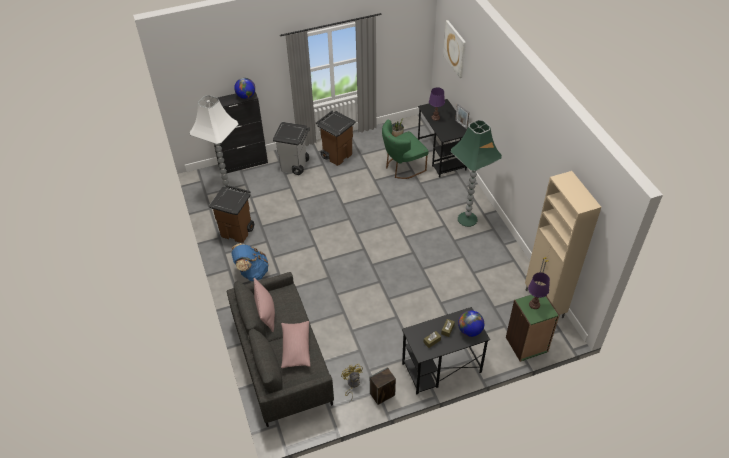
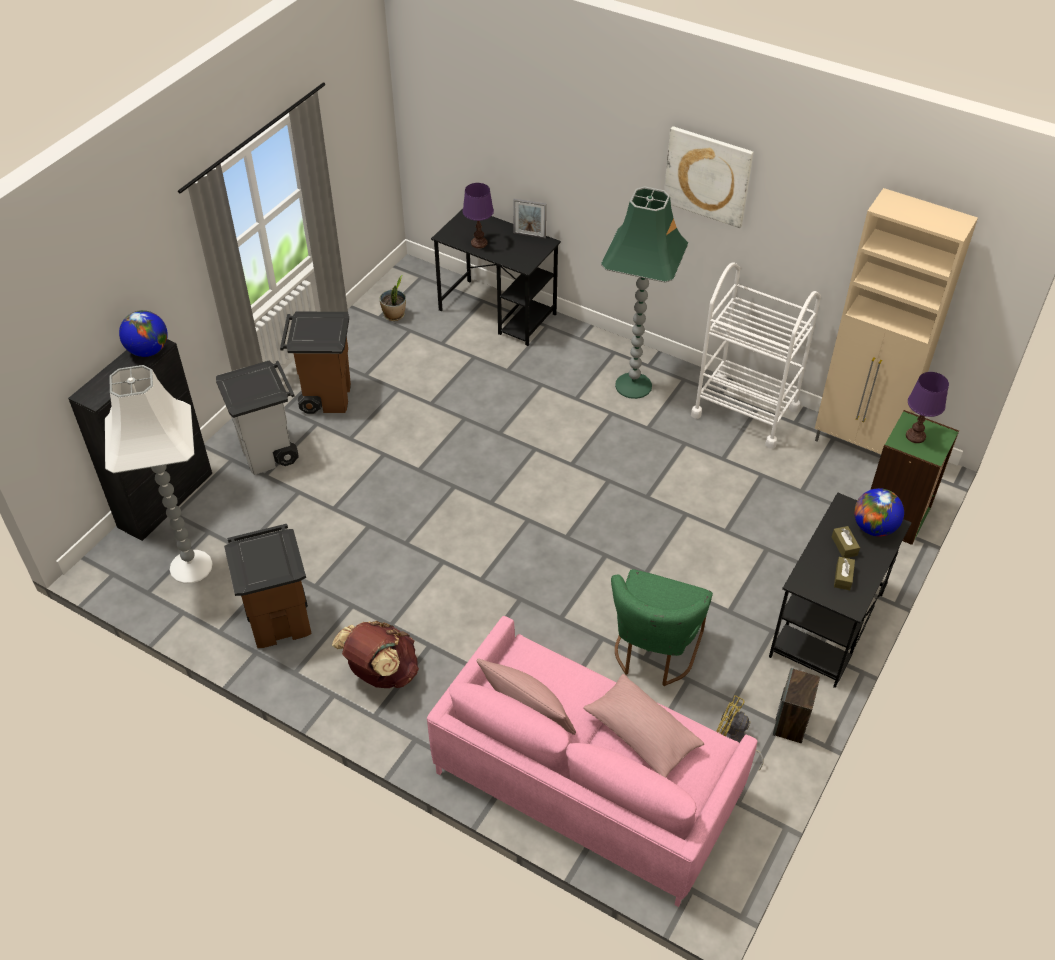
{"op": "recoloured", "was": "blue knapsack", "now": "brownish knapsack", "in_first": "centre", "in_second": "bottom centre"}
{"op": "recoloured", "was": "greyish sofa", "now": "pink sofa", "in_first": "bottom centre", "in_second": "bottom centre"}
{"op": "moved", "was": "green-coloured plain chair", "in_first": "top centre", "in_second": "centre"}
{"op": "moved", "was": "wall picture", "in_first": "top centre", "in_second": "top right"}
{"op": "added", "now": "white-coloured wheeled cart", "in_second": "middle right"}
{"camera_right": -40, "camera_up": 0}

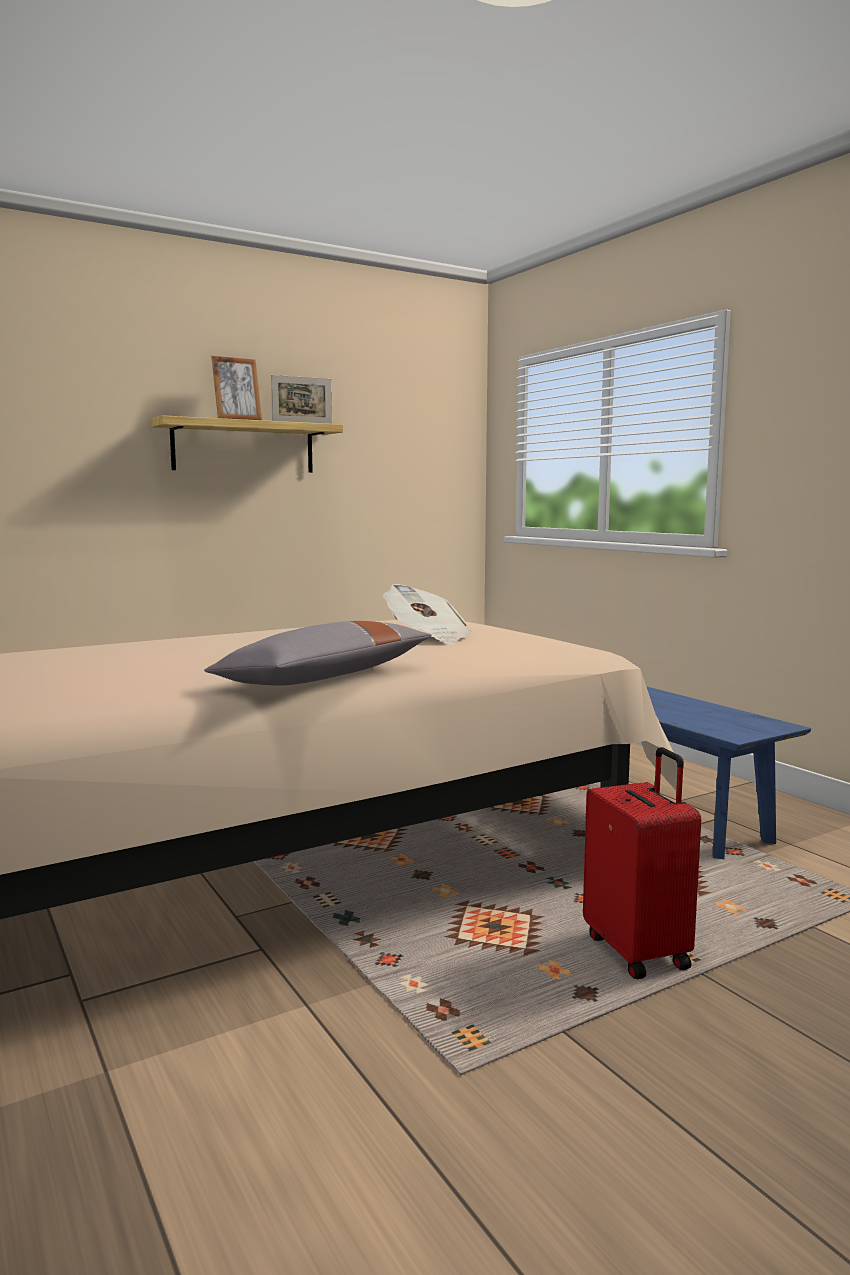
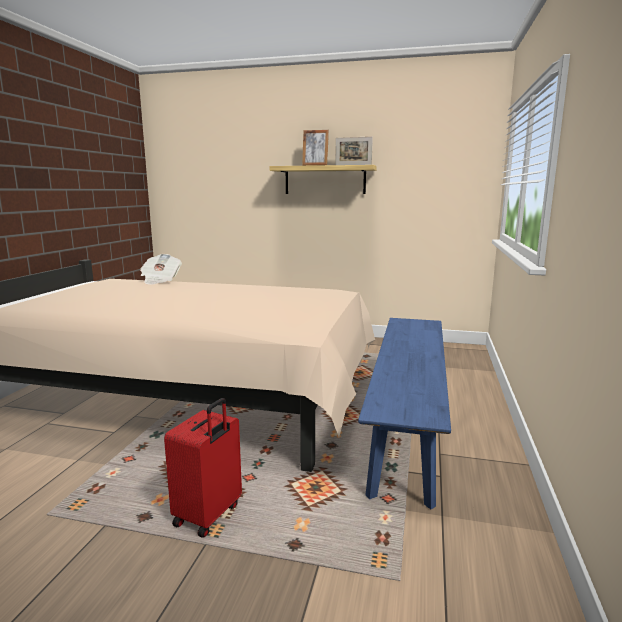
{"op": "moved", "was": "daily paper", "in_first": "centre", "in_second": "middle left"}
{"op": "removed", "was": "greyish pillow", "in_first": "centre"}
{"camera_right": 45, "camera_up": 5}

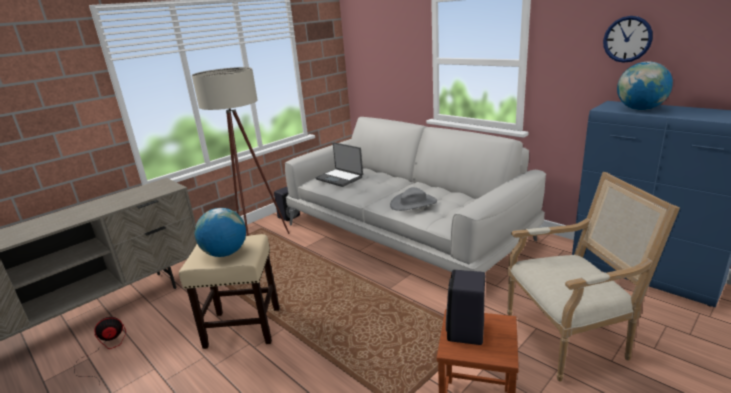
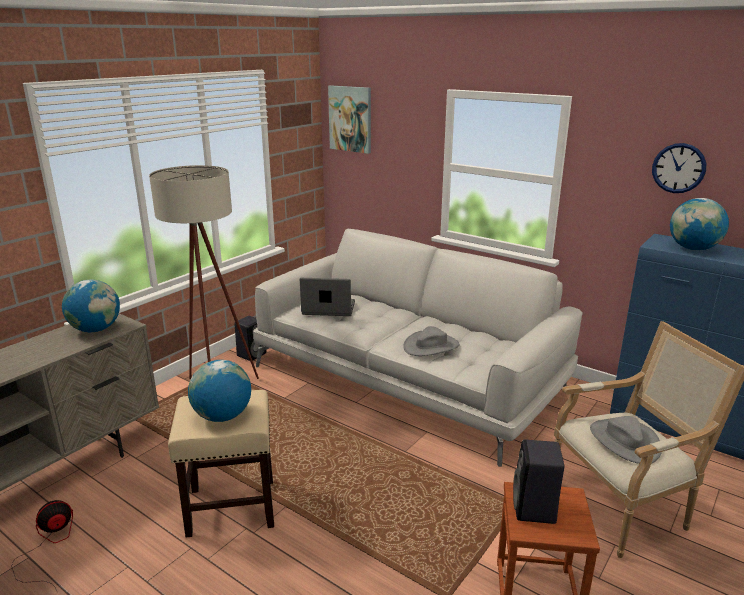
{"op": "added", "now": "desk globe (1st from left)", "in_second": "middle left"}
{"op": "turned", "was": "laptop", "in_first": "centre", "in_second": "centre", "clockwise": 150}
{"op": "added", "now": "wall picture", "in_second": "top centre"}
{"op": "added", "now": "greyish clothing hat (2nd from left)", "in_second": "bottom right"}
{"camera_right": -10, "camera_up": 0}

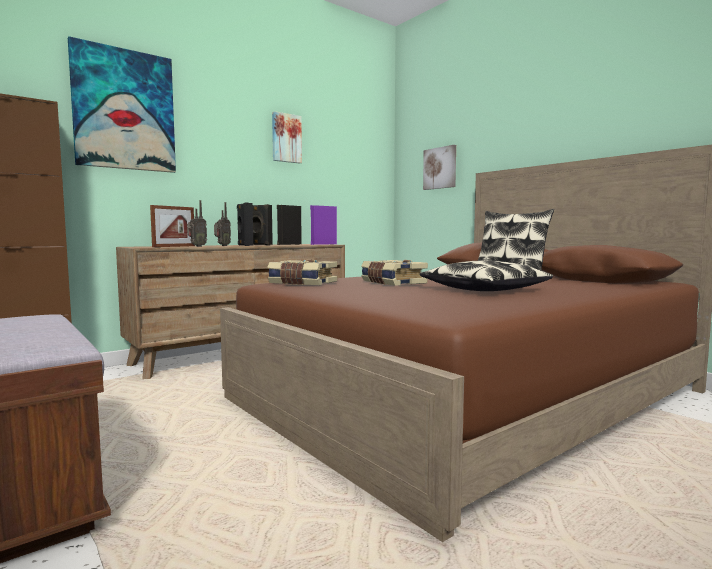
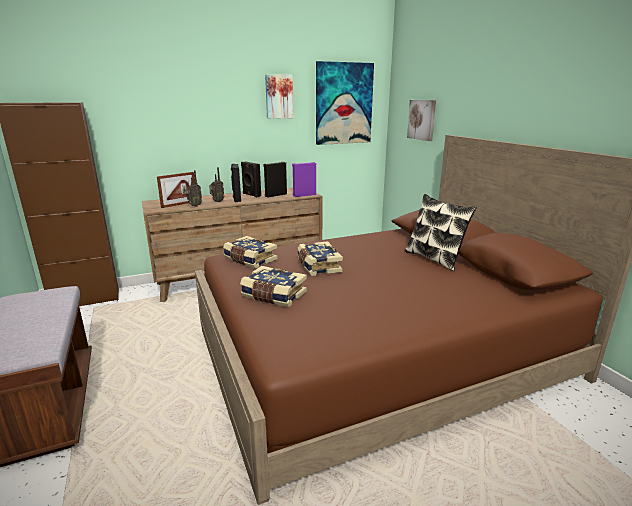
{"op": "added", "now": "bound book (2nd from left)", "in_second": "centre"}
{"op": "moved", "was": "wall picture (1st from left in the first image)", "now": "wall picture (2nd from left)", "in_first": "top left", "in_second": "top centre"}
{"op": "removed", "was": "pillow (1st from left)", "in_first": "middle right"}
{"camera_right": 15, "camera_up": 15}

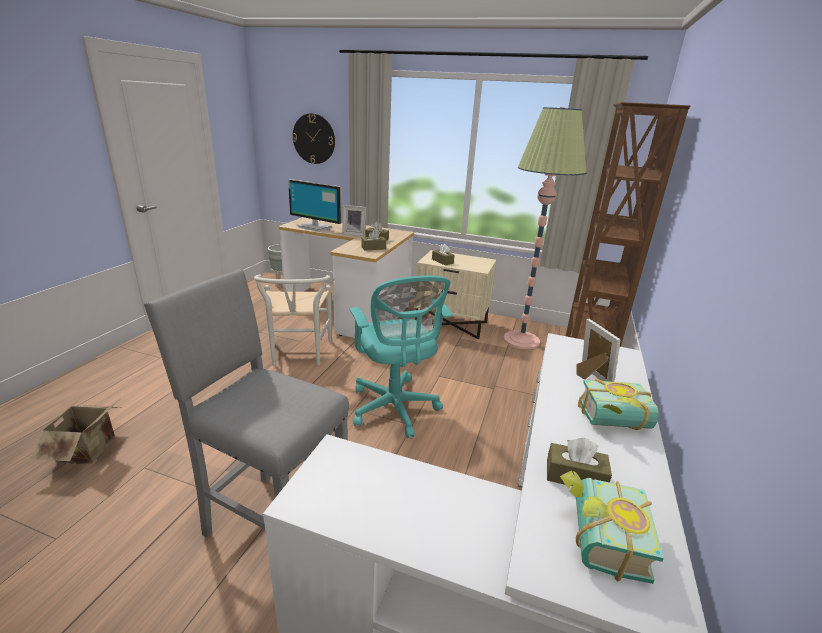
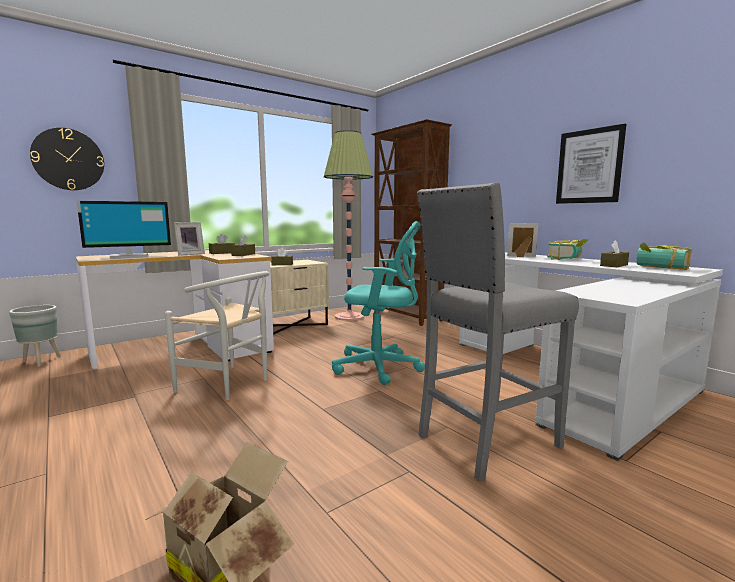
{"op": "added", "now": "wall picture", "in_second": "top right"}
{"camera_right": -55, "camera_up": -15}

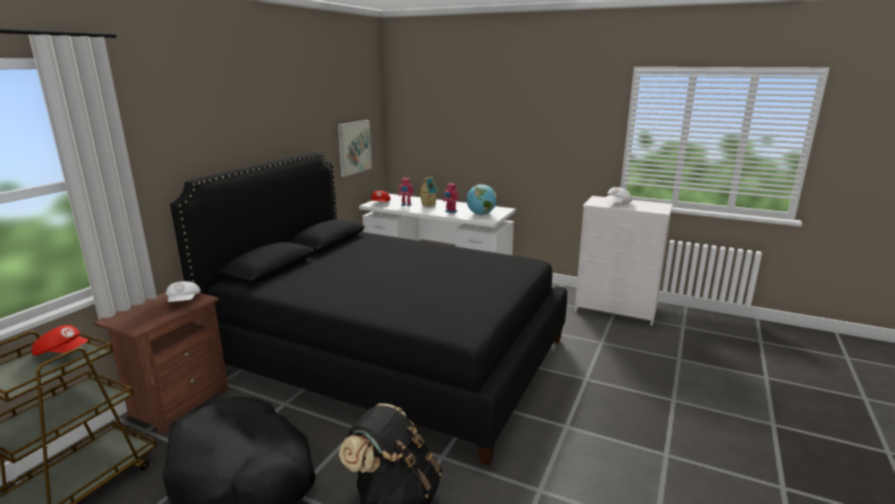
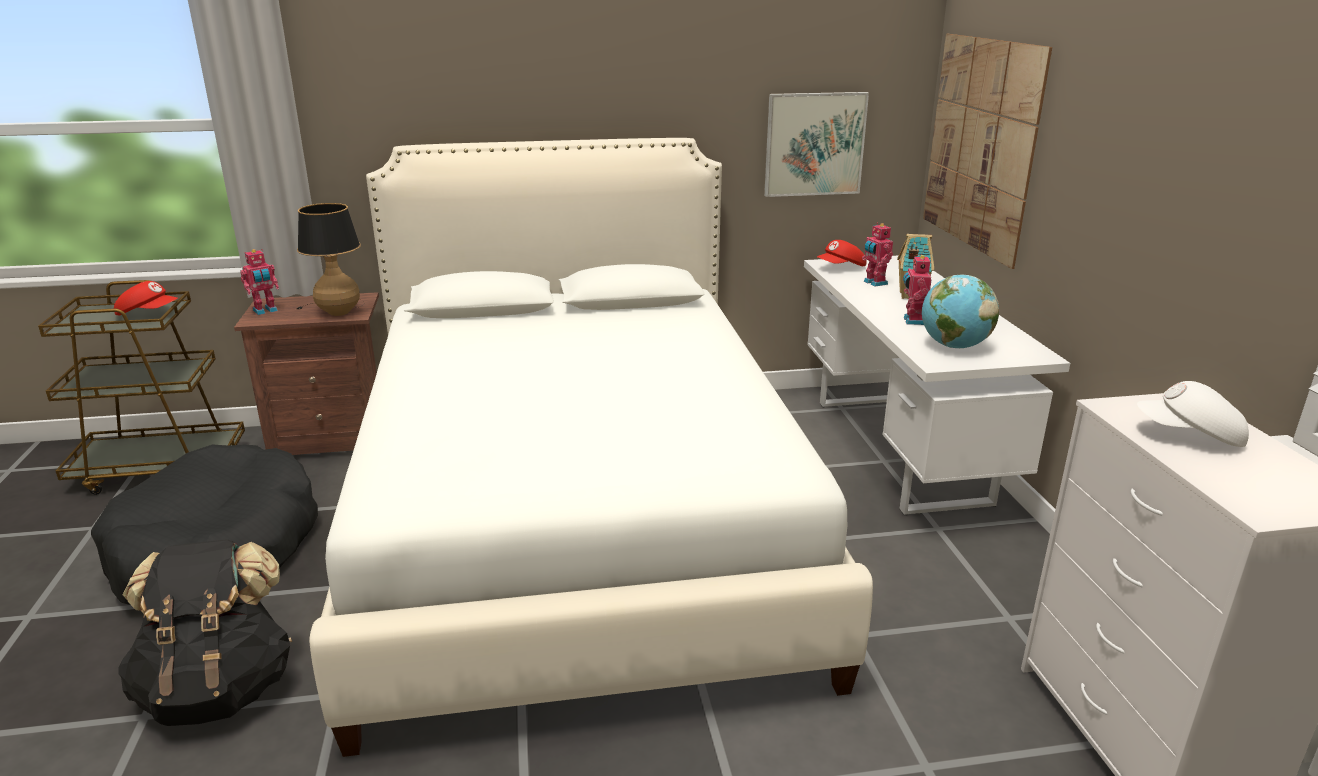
{"op": "turned", "was": "reddish cap (1st from left)", "in_first": "bottom left", "in_second": "middle left", "clockwise": -60}
{"op": "added", "now": "model robot (1st from left)", "in_second": "middle left"}
{"op": "replaced", "was": "white-coloured cap (1st from left)", "now": "tabletop lamp", "in_first": "middle left", "in_second": "middle left"}
{"op": "recoloured", "was": "black sleeping bed", "now": "white-coloured sleeping bed", "in_first": "centre", "in_second": "centre"}
{"op": "added", "now": "wall picture (2nd from left)", "in_second": "top right"}
{"camera_right": 55, "camera_up": 5}

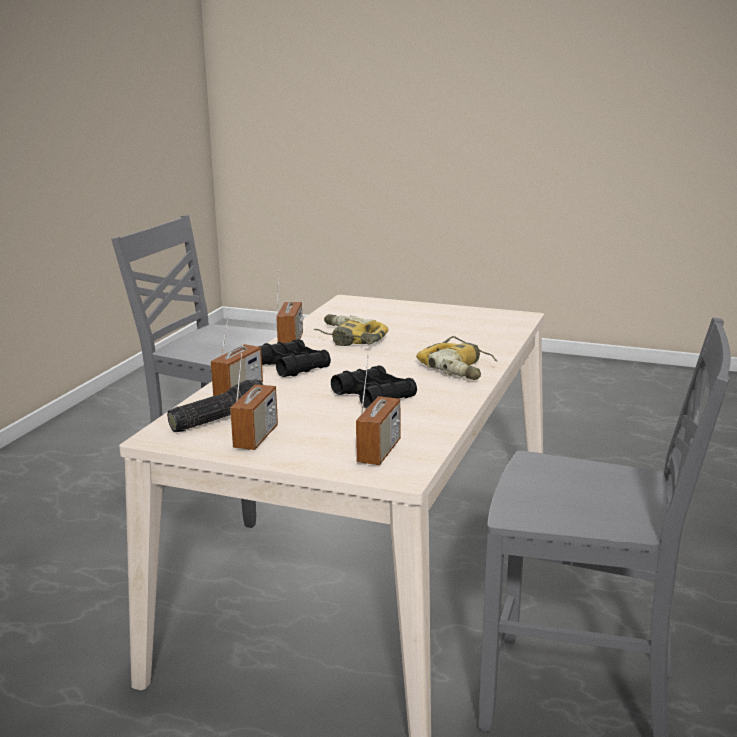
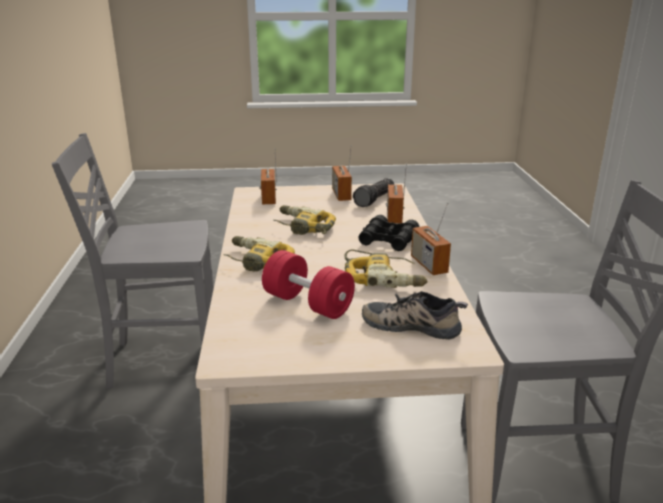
{"op": "added", "now": "reddish dumbbell", "in_second": "centre"}
{"op": "replaced", "was": "black pair of binoculars (2nd from left)", "now": "power drill (2nd from left)", "in_first": "centre", "in_second": "centre"}
{"op": "added", "now": "shoe", "in_second": "centre"}
{"camera_right": 155, "camera_up": 5}

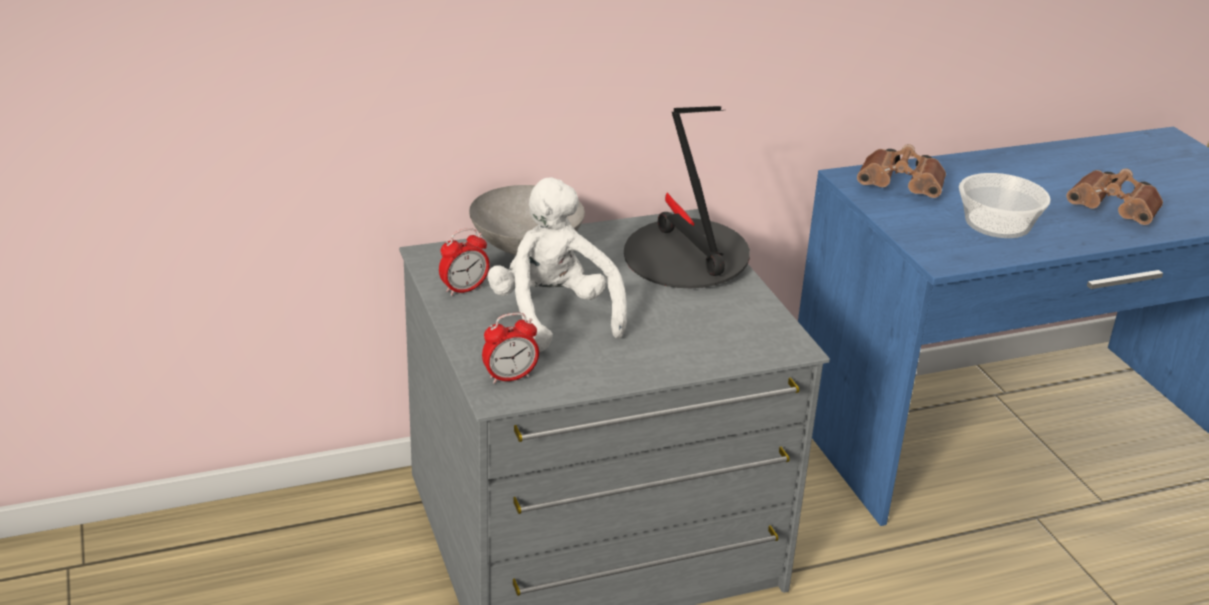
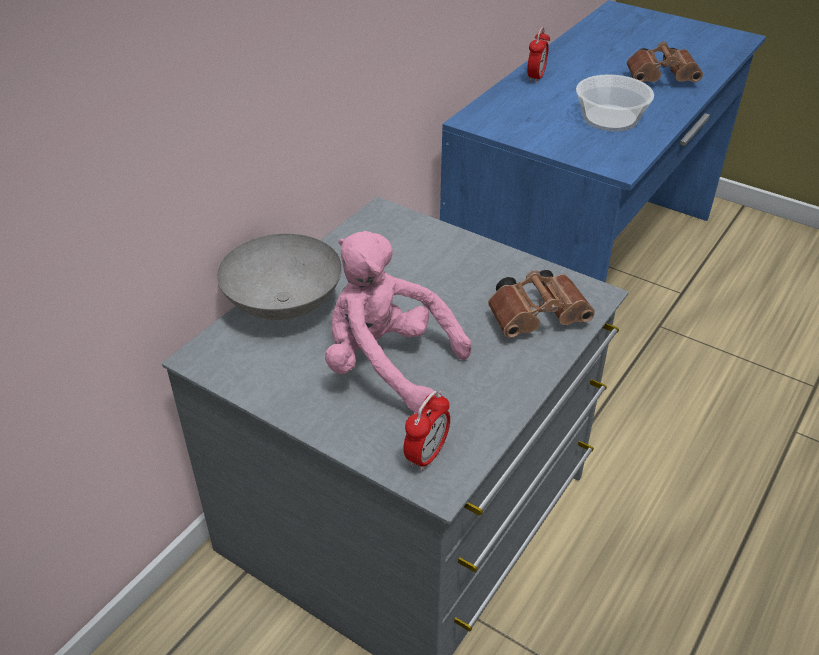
{"op": "recoloured", "was": "white-coloured cuddly toy", "now": "pink cuddly toy", "in_first": "centre", "in_second": "centre"}
{"op": "moved", "was": "brownish pair of binoculars (1st from left)", "in_first": "top right", "in_second": "centre"}
{"op": "moved", "was": "bedside clock (1st from left in the first image)", "now": "bedside clock (2nd from left)", "in_first": "centre", "in_second": "top centre"}
{"op": "removed", "was": "tabletop lamp", "in_first": "top centre"}
{"camera_right": -35, "camera_up": 10}

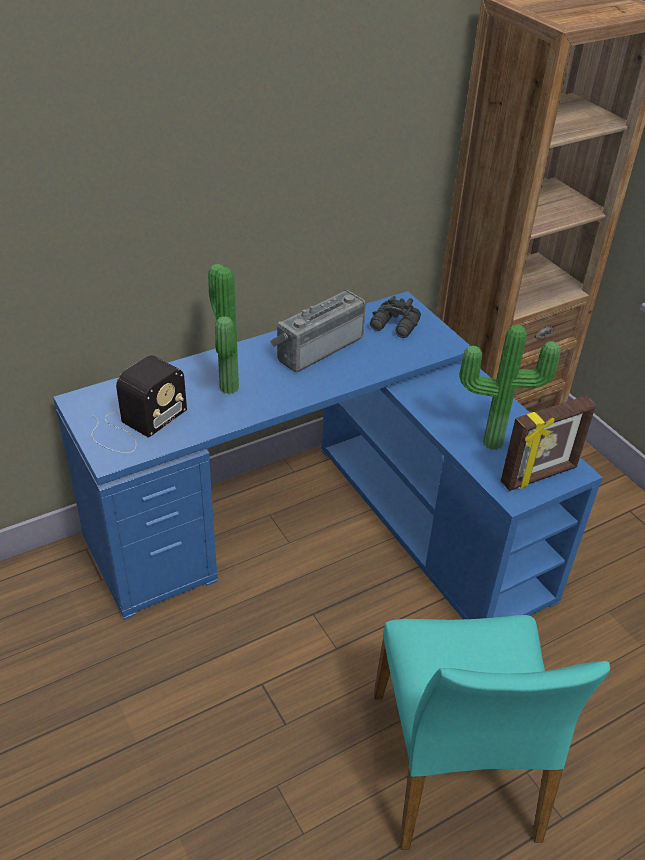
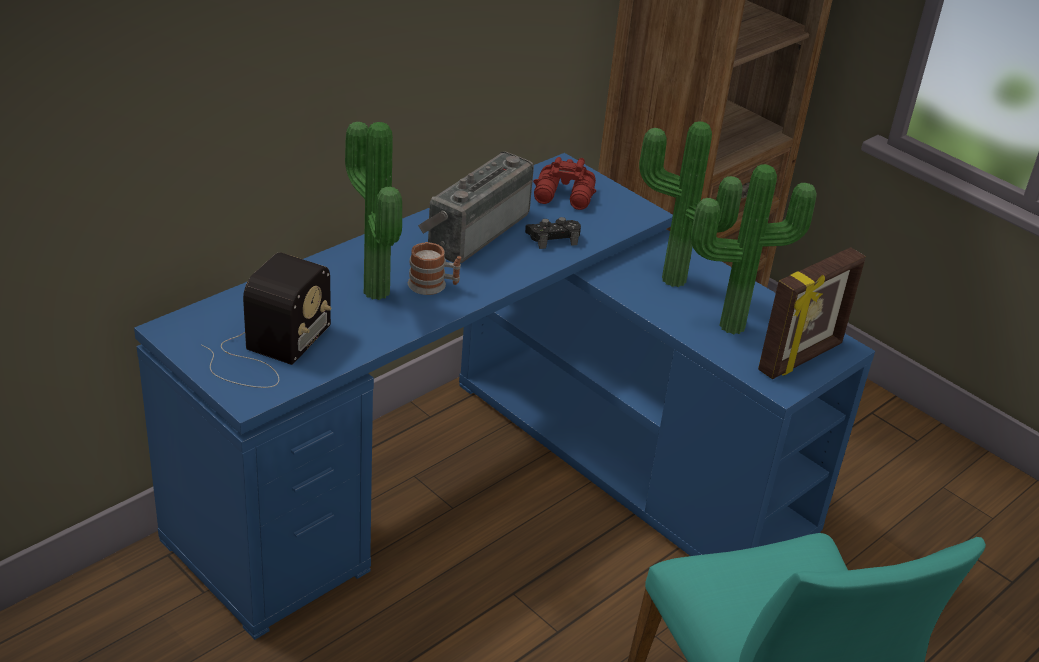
{"op": "added", "now": "mug", "in_second": "centre"}
{"op": "added", "now": "black game controller", "in_second": "centre"}
{"op": "recoloured", "was": "black pair of binoculars", "now": "reddish pair of binoculars", "in_first": "centre", "in_second": "top centre"}
{"op": "added", "now": "plant in a pot (2nd from left)", "in_second": "top centre"}
{"camera_right": -15, "camera_up": -5}

